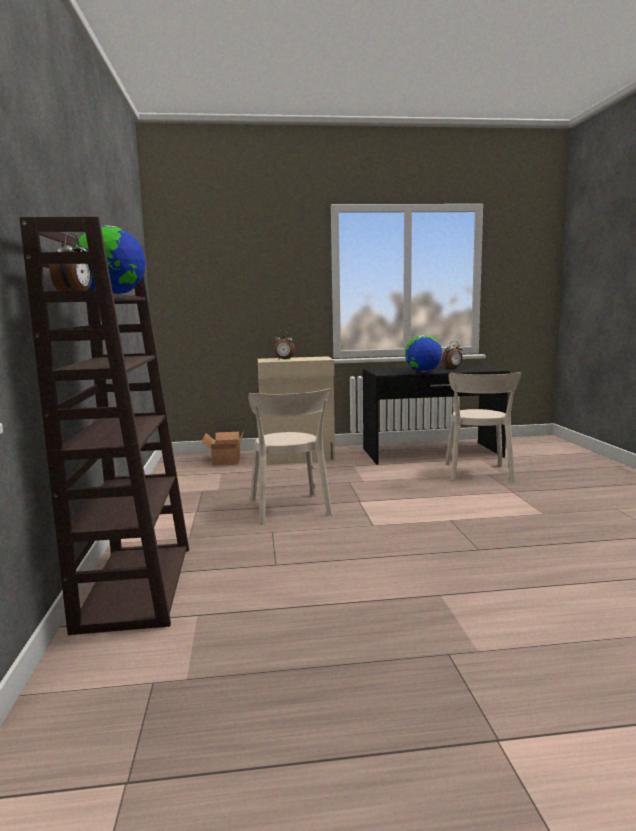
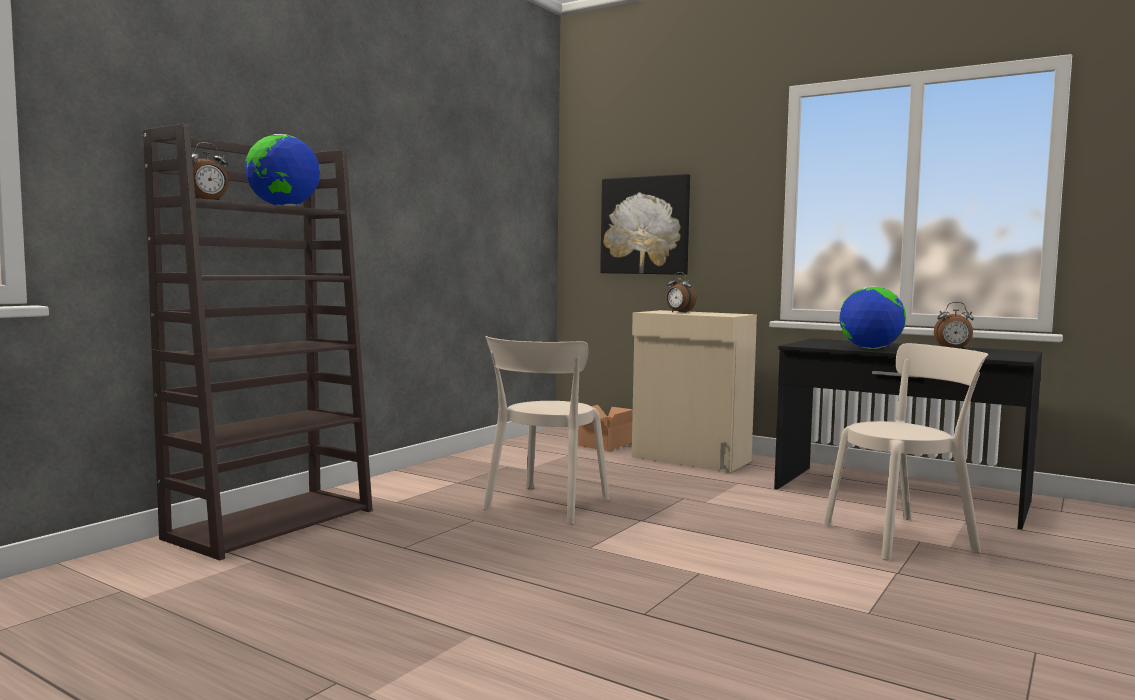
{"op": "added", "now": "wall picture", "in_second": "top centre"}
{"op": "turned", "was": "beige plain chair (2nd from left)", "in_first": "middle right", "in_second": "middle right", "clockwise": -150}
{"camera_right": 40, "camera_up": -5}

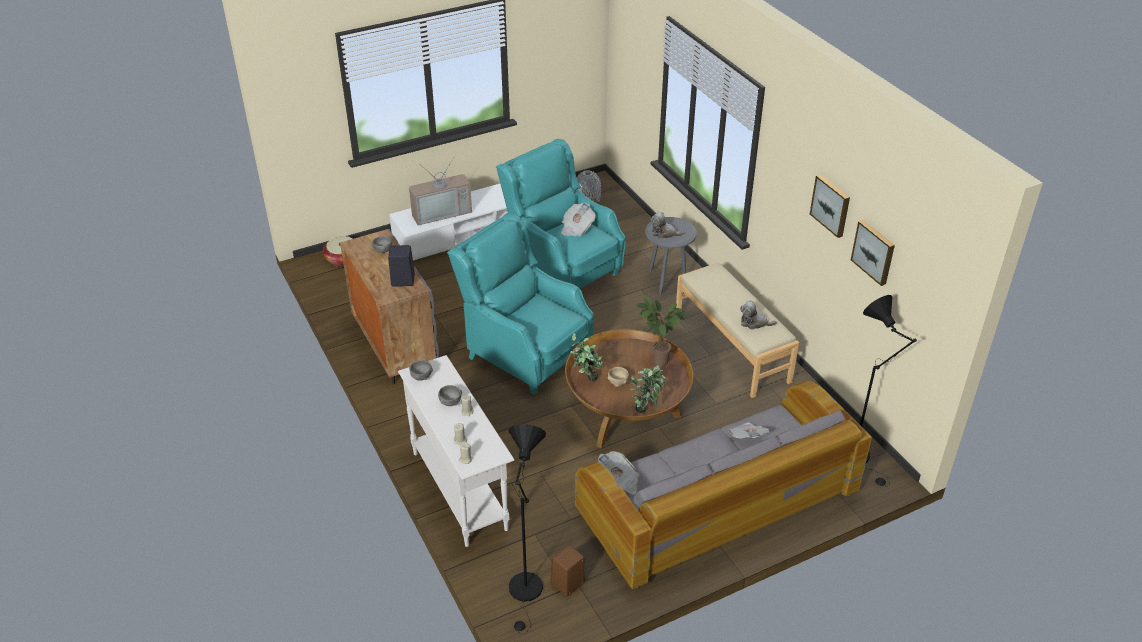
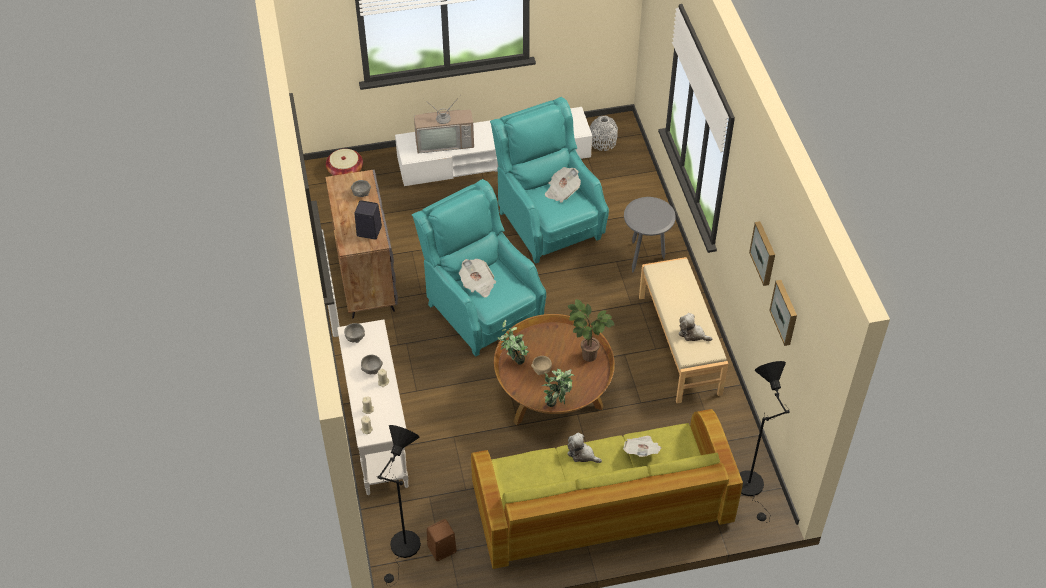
{"op": "moved", "was": "daily paper (2nd from left in the first image)", "now": "daily paper (1st from left)", "in_first": "bottom centre", "in_second": "centre"}
{"op": "recoloured", "was": "greyish sofa", "now": "green-coloured sofa", "in_first": "bottom centre", "in_second": "bottom centre"}
{"op": "moved", "was": "cuddly toy (1st from left)", "in_first": "centre", "in_second": "bottom centre"}
{"camera_right": 15, "camera_up": 10}

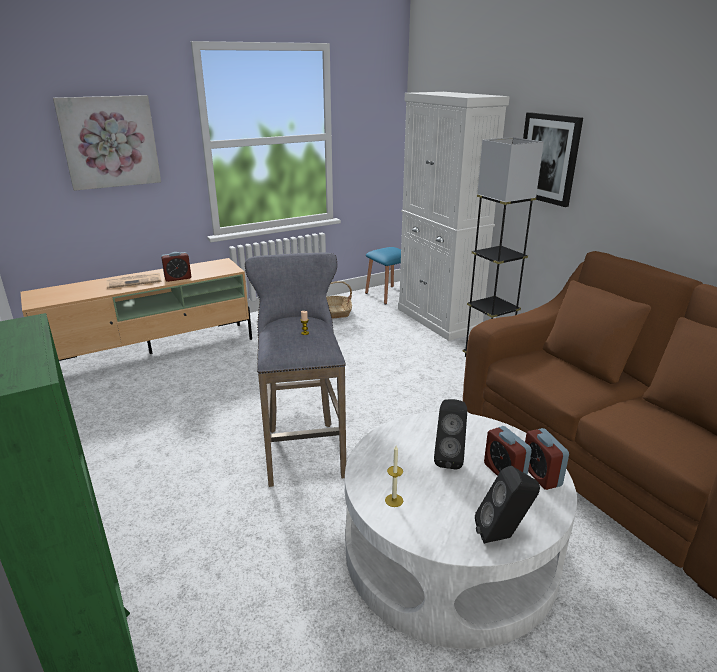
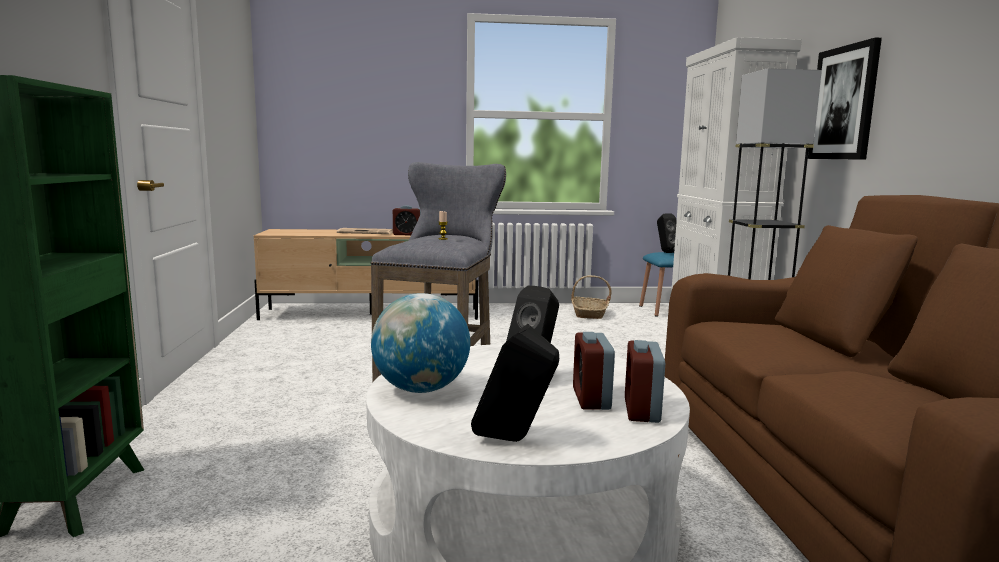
{"op": "replaced", "was": "wax light (2nd from left)", "now": "desk globe", "in_first": "bottom centre", "in_second": "centre"}
{"op": "added", "now": "black audio speaker (3rd from left)", "in_second": "middle right"}
{"op": "removed", "was": "wall picture (1st from left)", "in_first": "top left"}
{"camera_right": 25, "camera_up": -15}

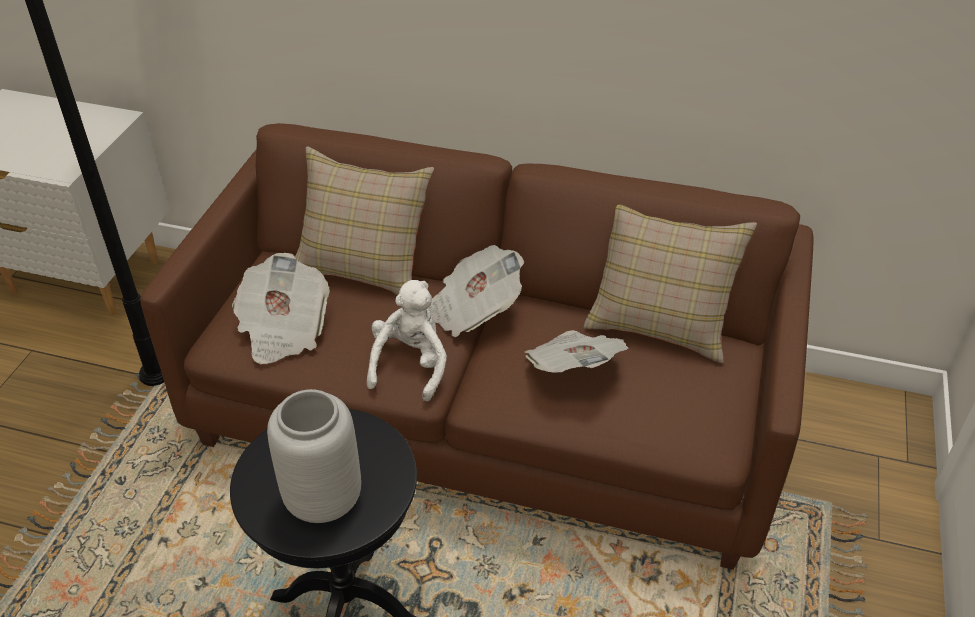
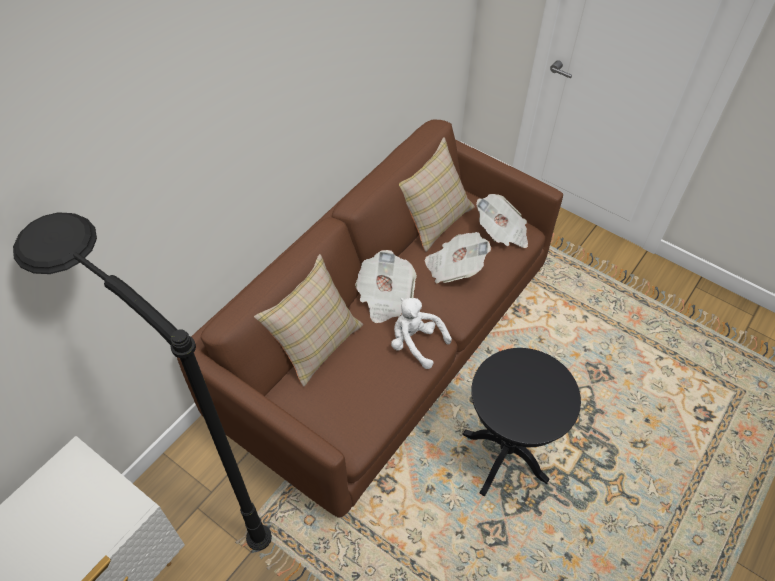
{"op": "moved", "was": "daily paper (1st from left in the first image)", "now": "daily paper (3rd from left)", "in_first": "middle left", "in_second": "centre"}
{"op": "removed", "was": "greyish flower vase", "in_first": "bottom left"}
{"camera_right": -70, "camera_up": 10}

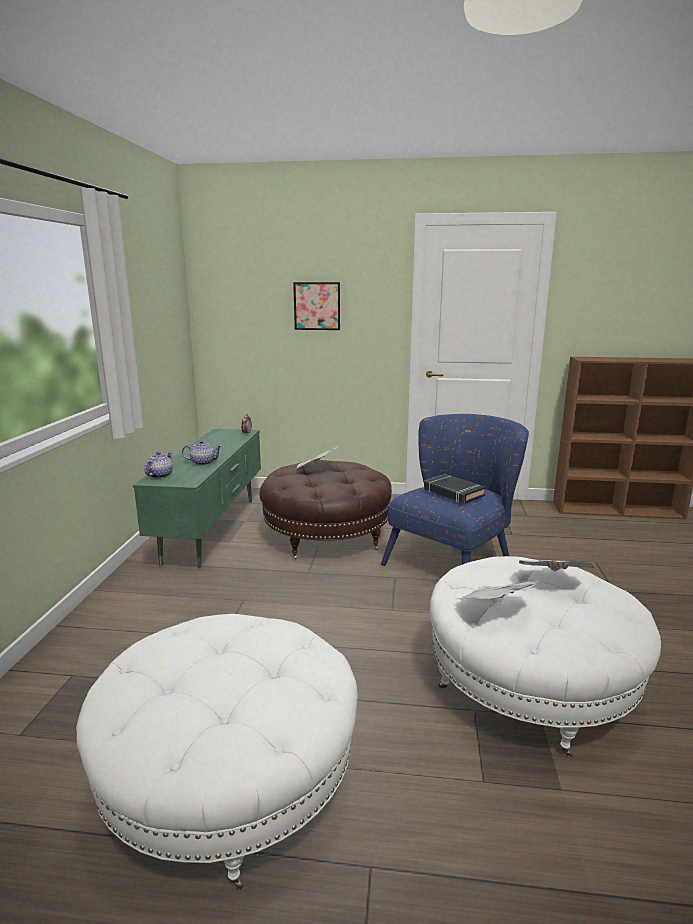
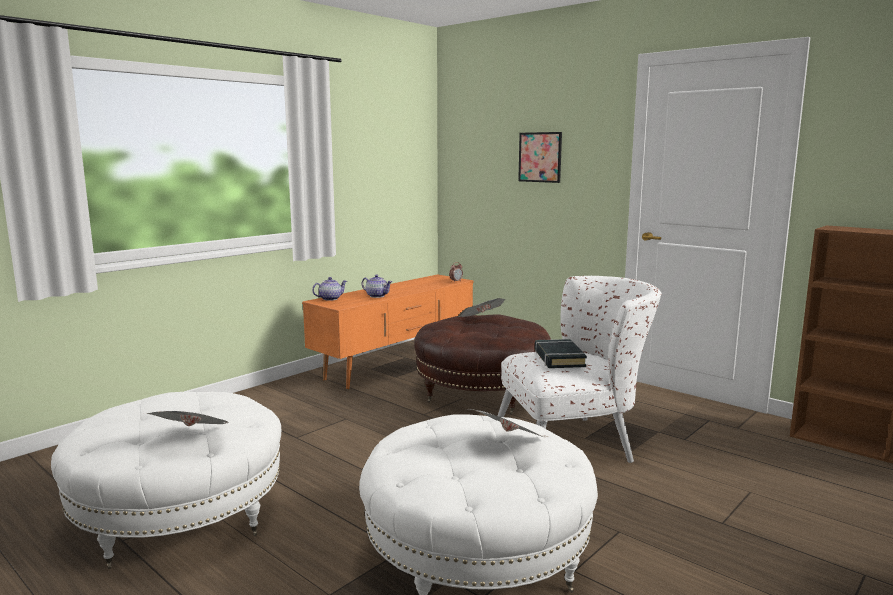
{"op": "moved", "was": "daily paper (2nd from left in the first image)", "now": "daily paper (1st from left)", "in_first": "middle right", "in_second": "bottom left"}
{"op": "recoloured", "was": "green-coloured media console", "now": "orange media console", "in_first": "middle left", "in_second": "centre"}
{"op": "recoloured", "was": "blue lounge chair", "now": "white-coloured lounge chair", "in_first": "centre", "in_second": "centre"}
{"camera_right": 35, "camera_up": -5}

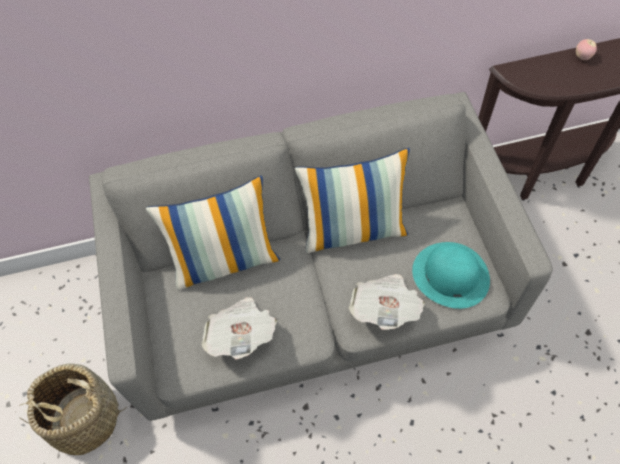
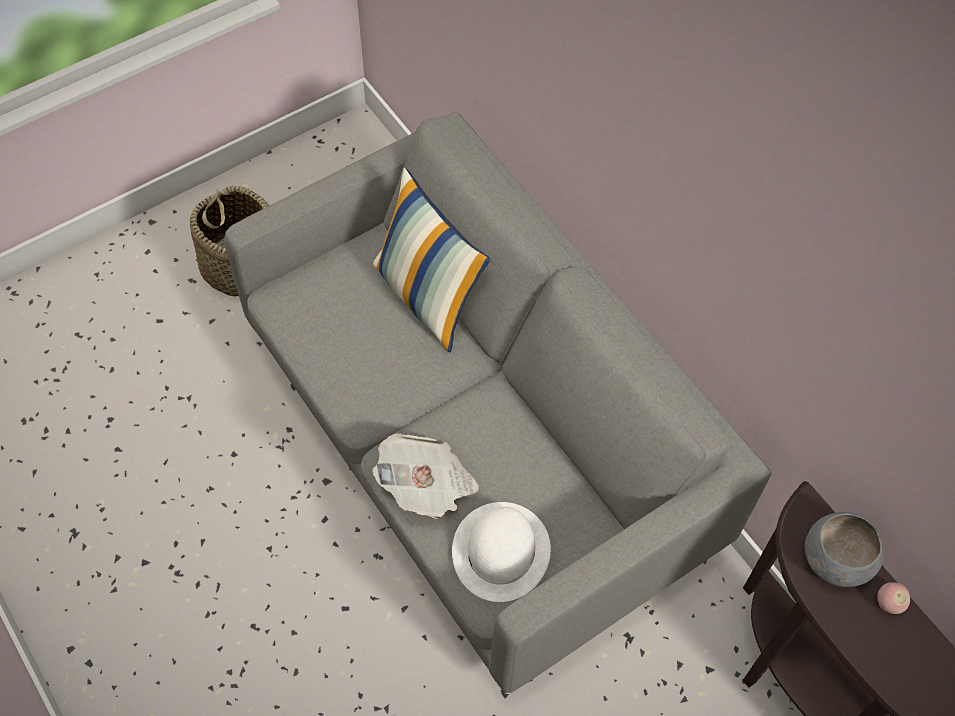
{"op": "recoloured", "was": "blue-green clothing hat", "now": "white-coloured clothing hat", "in_first": "middle right", "in_second": "bottom centre"}
{"op": "added", "now": "greyish deep dish", "in_second": "bottom right"}
{"op": "removed", "was": "daily paper (1st from left)", "in_first": "bottom centre"}
{"op": "removed", "was": "pillow (2nd from left)", "in_first": "centre"}
{"camera_right": 65, "camera_up": 0}

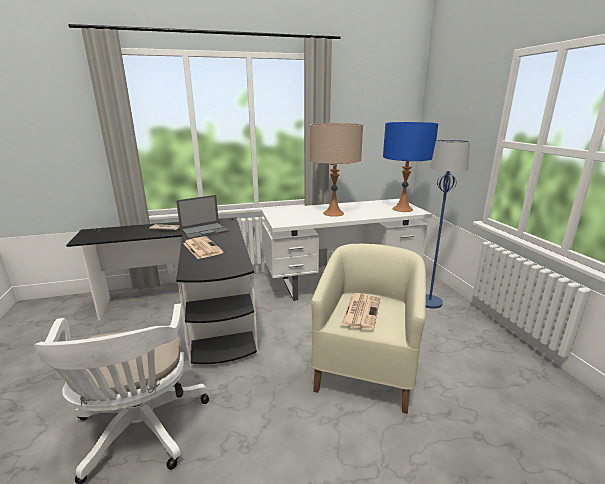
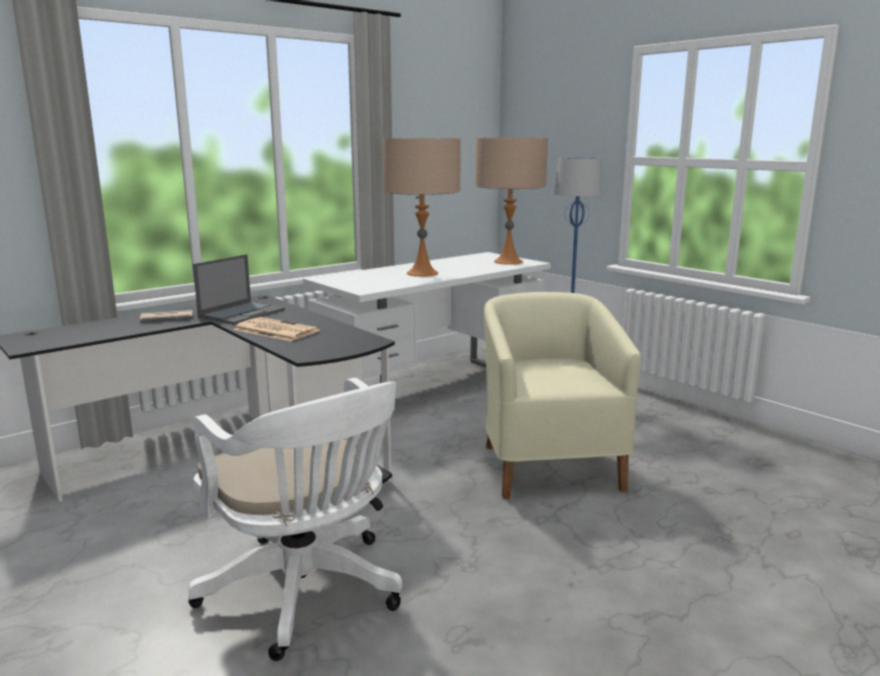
{"op": "recoloured", "was": "blue tabletop lamp", "now": "beige tabletop lamp (2nd from left)", "in_first": "middle right", "in_second": "top centre"}
{"op": "removed", "was": "daily paper (3rd from left)", "in_first": "centre"}
{"camera_right": -25, "camera_up": -5}

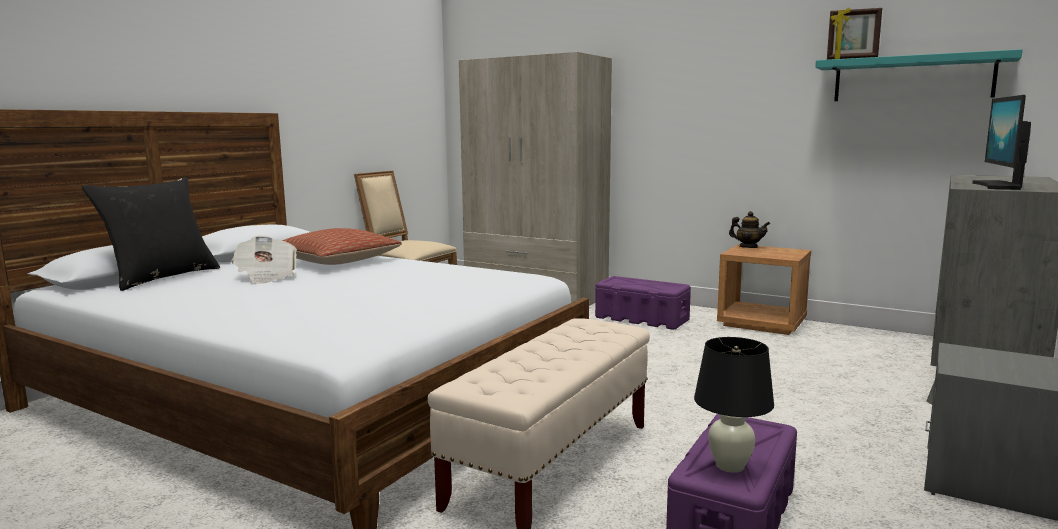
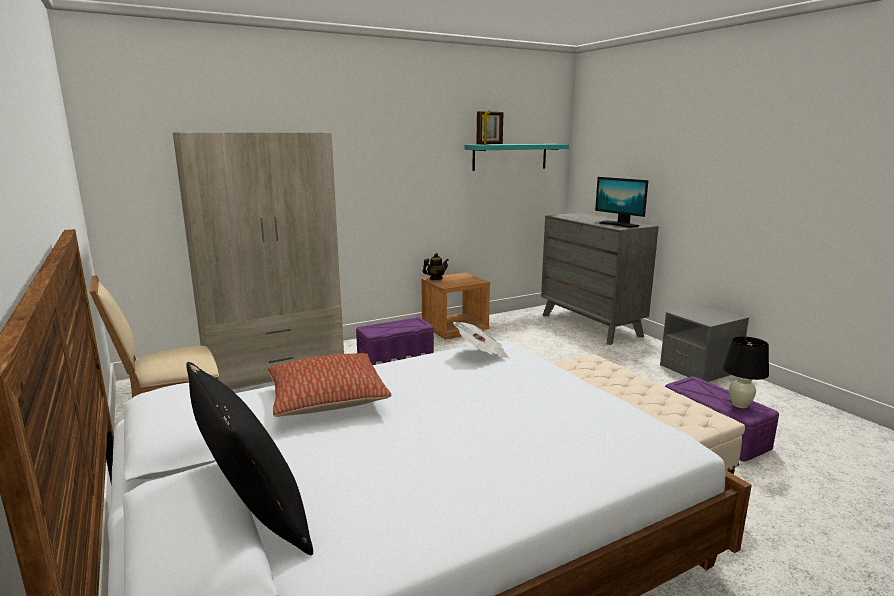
{"op": "moved", "was": "daily paper", "in_first": "middle left", "in_second": "centre"}
{"camera_right": -60, "camera_up": 5}

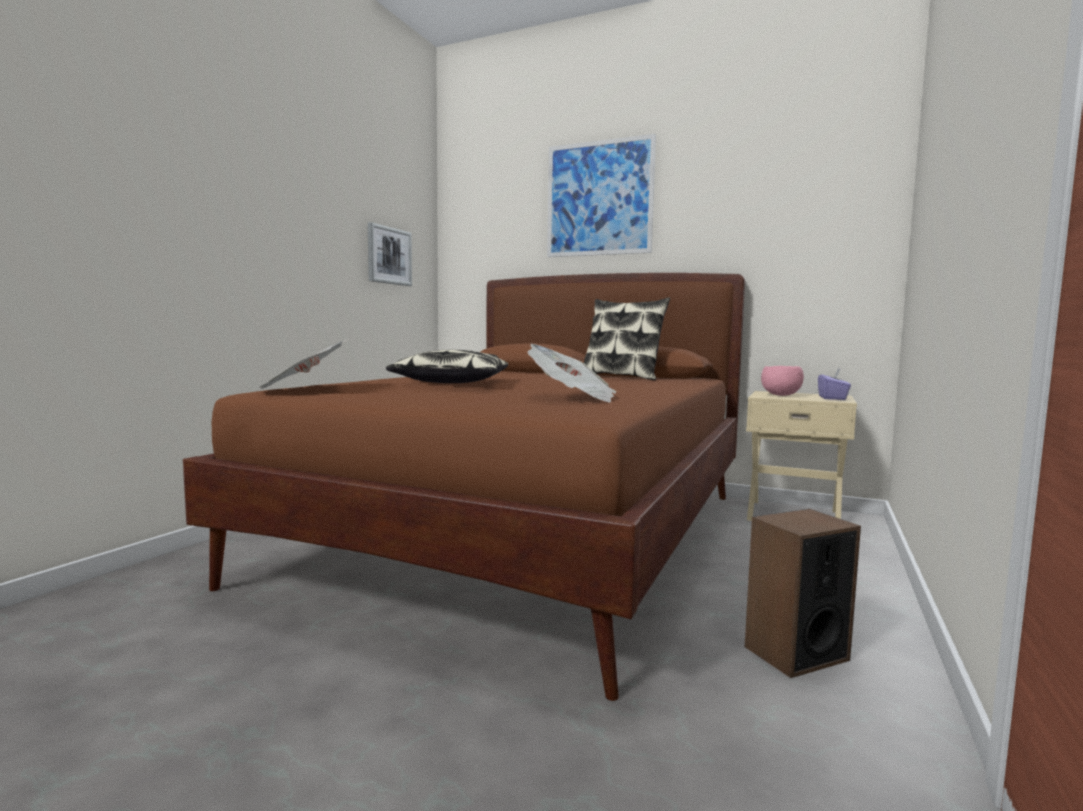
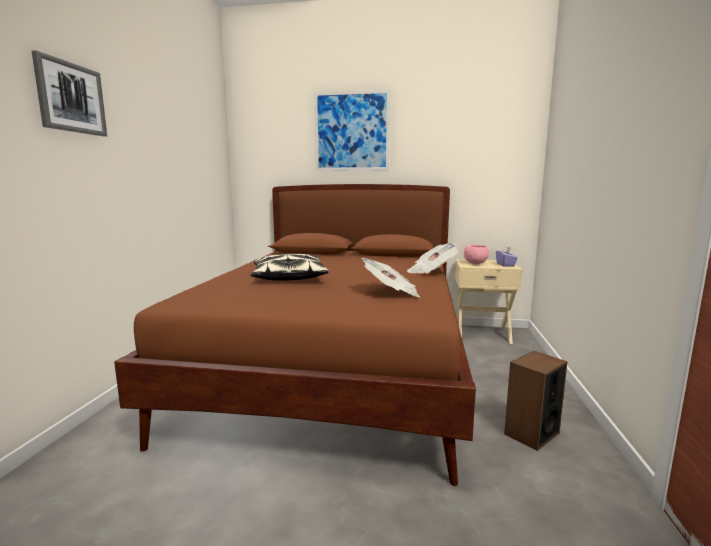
{"op": "moved", "was": "wall picture (1st from left)", "in_first": "top centre", "in_second": "top left"}
{"op": "moved", "was": "daily paper (1st from left in the first image)", "now": "daily paper (2nd from left)", "in_first": "middle left", "in_second": "centre"}
{"op": "removed", "was": "pillow (2nd from left)", "in_first": "centre"}
{"camera_right": -15, "camera_up": 5}

